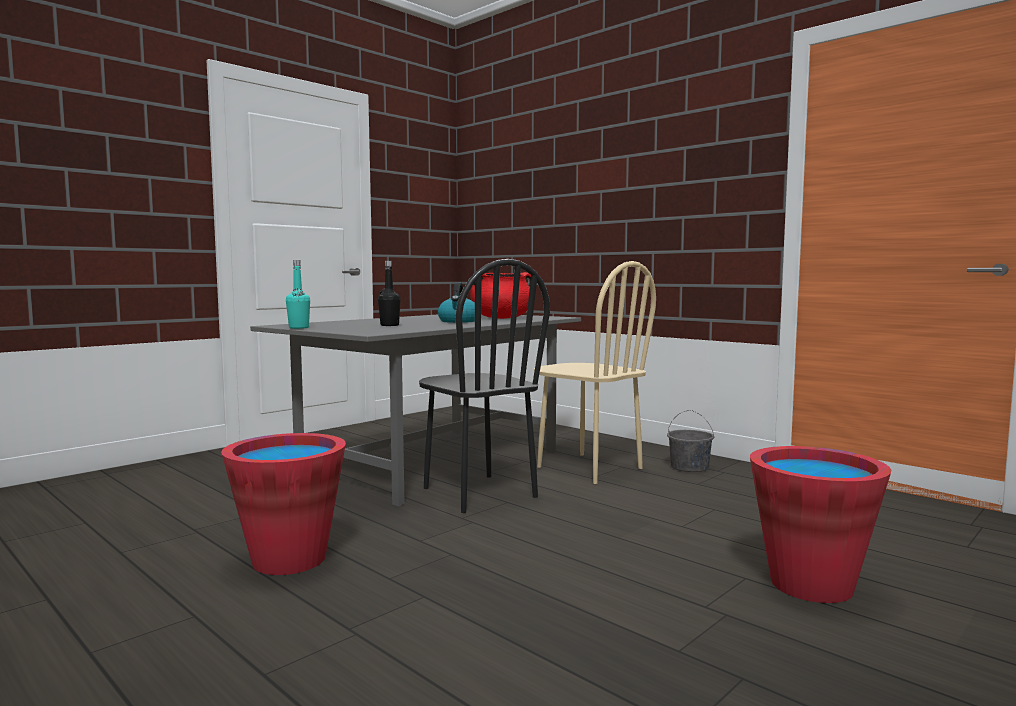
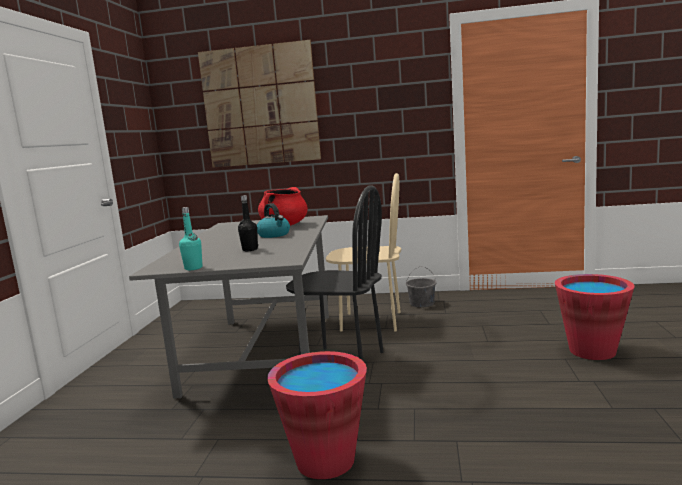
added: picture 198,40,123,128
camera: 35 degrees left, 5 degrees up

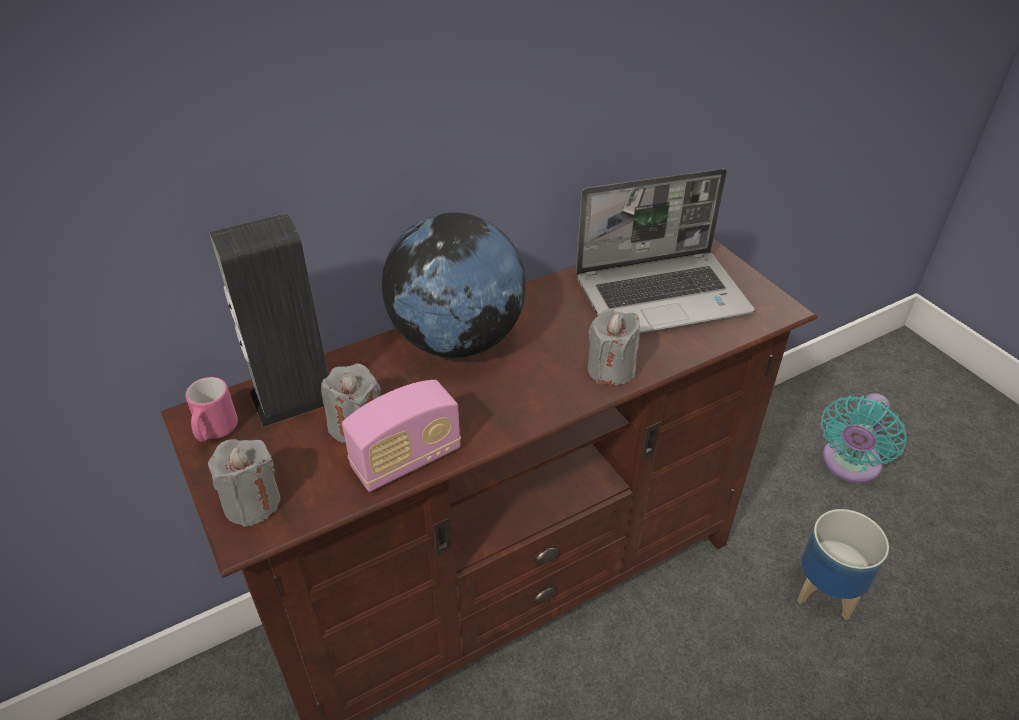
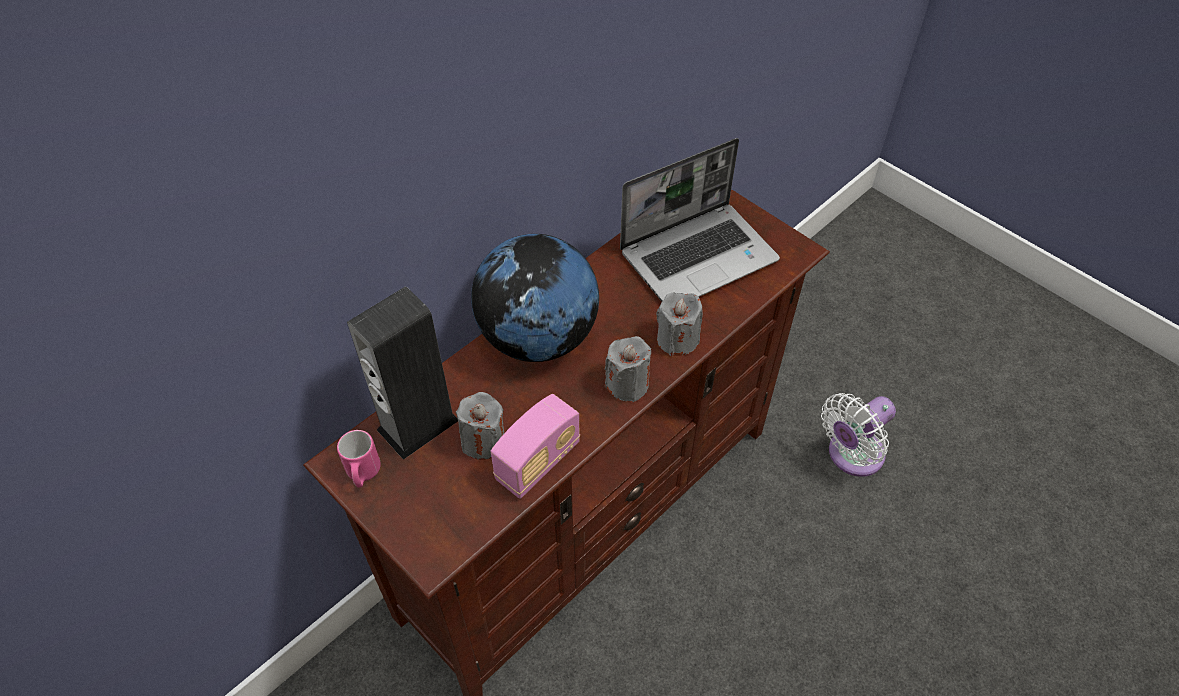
removed: turquoise fan 821,393,86,90
moved: grey candle 208,439,72,88 to 605,336,46,66
replaced: planter 797,509,92,111 to white fan 821,393,75,84
camera: 15 degrees left, 10 degrees up

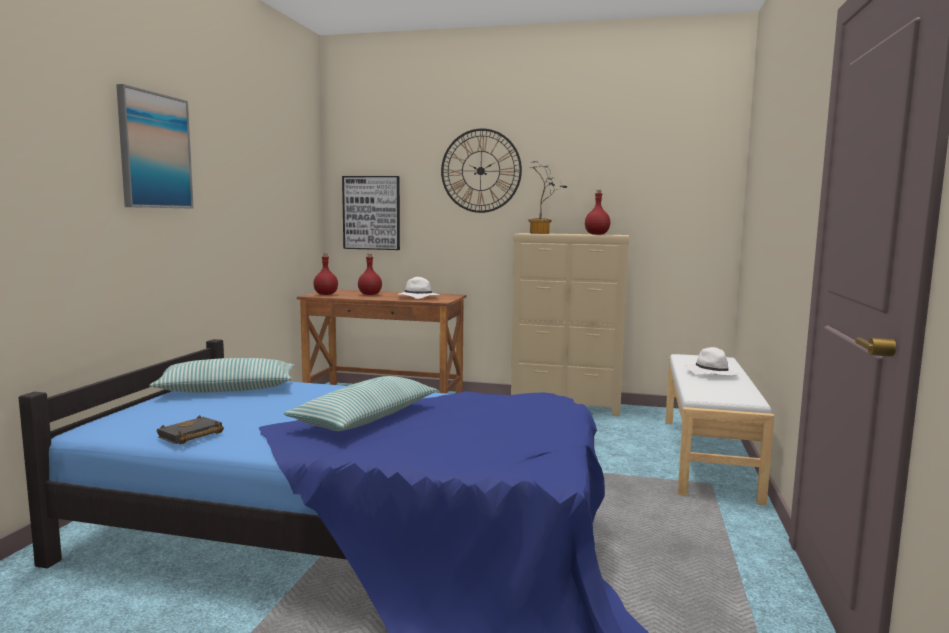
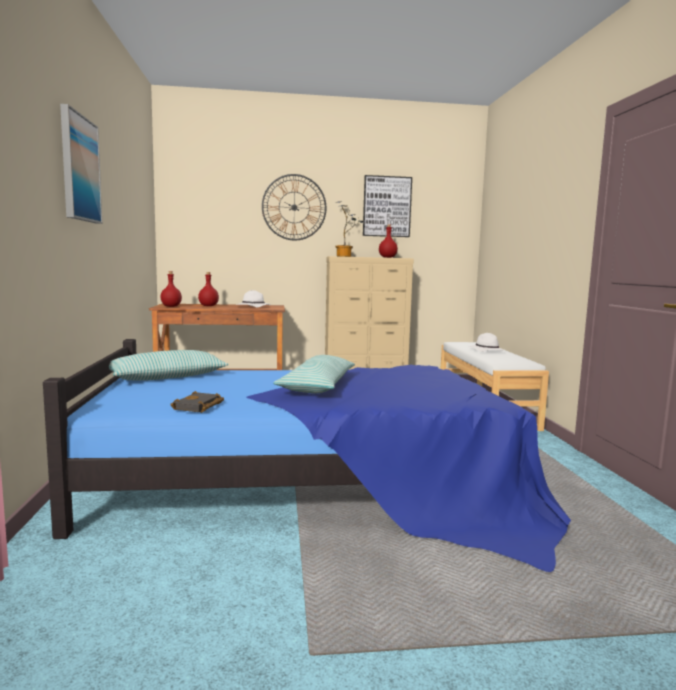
moved: picture 342,176,58,74 to 363,175,49,62
camera: 20 degrees left, 0 degrees up

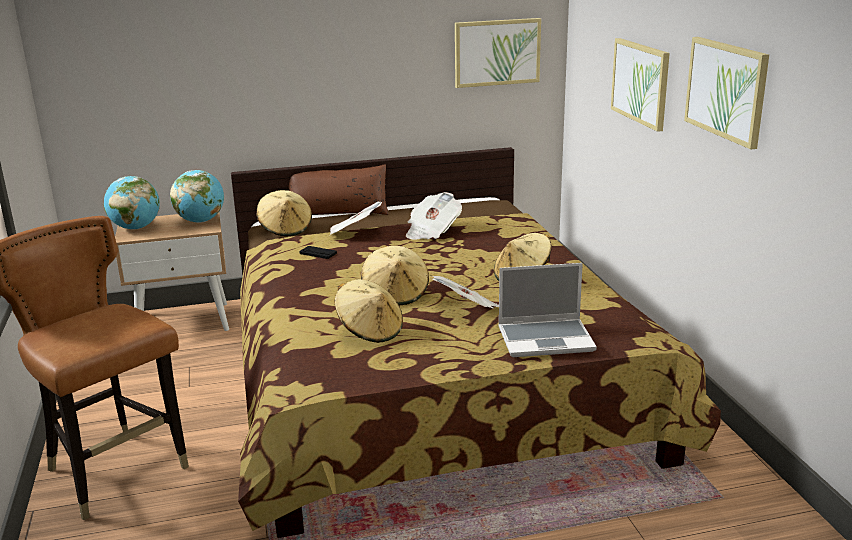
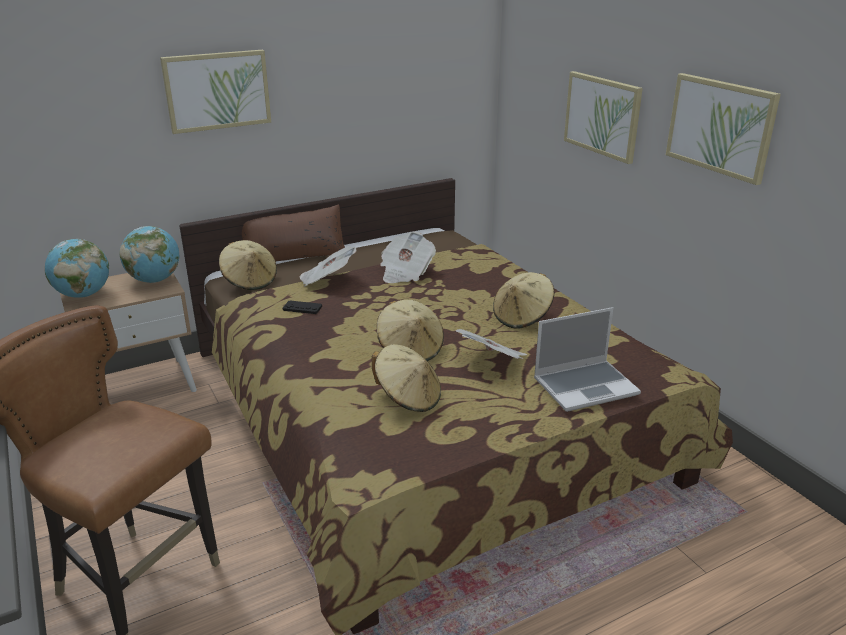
moved: picture 455,18,86,70 to 160,50,111,84
camera: 15 degrees left, 5 degrees up

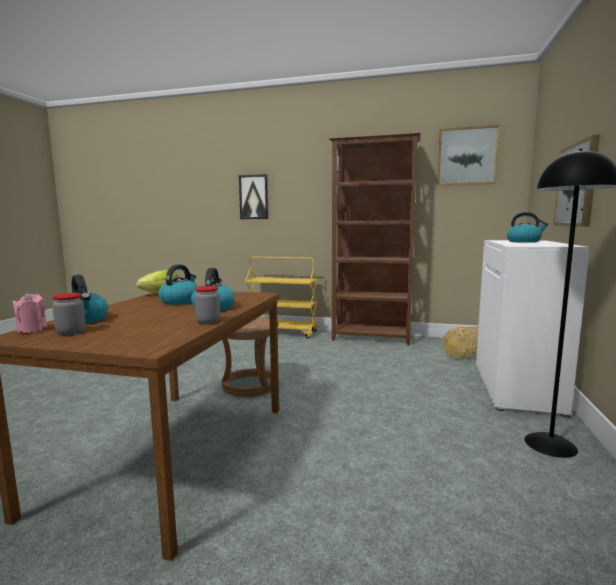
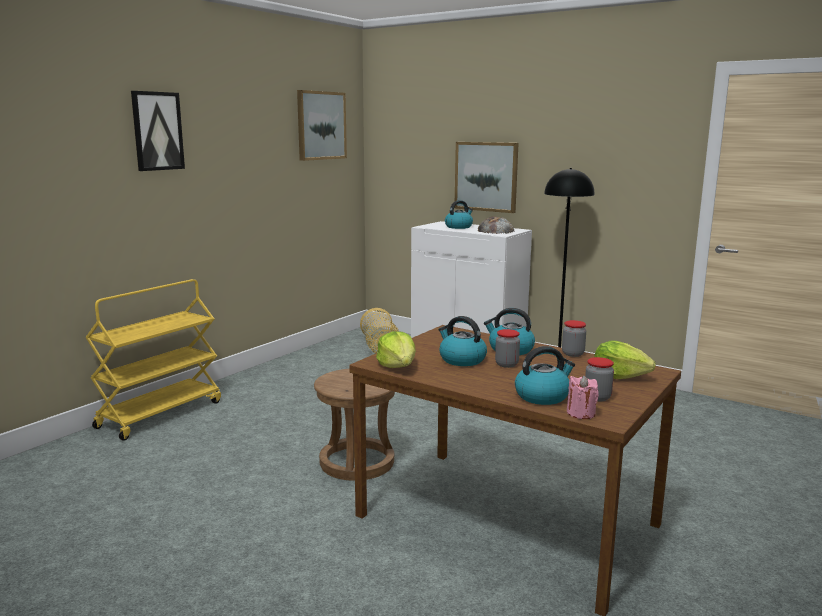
removed: brown bookcase 329,133,92,212
added: bread 477,217,37,17; jar 495,329,25,39; lettuce 594,340,62,39
moved: picture 239,174,30,45 to 131,91,54,80
camera: 70 degrees left, 5 degrees up

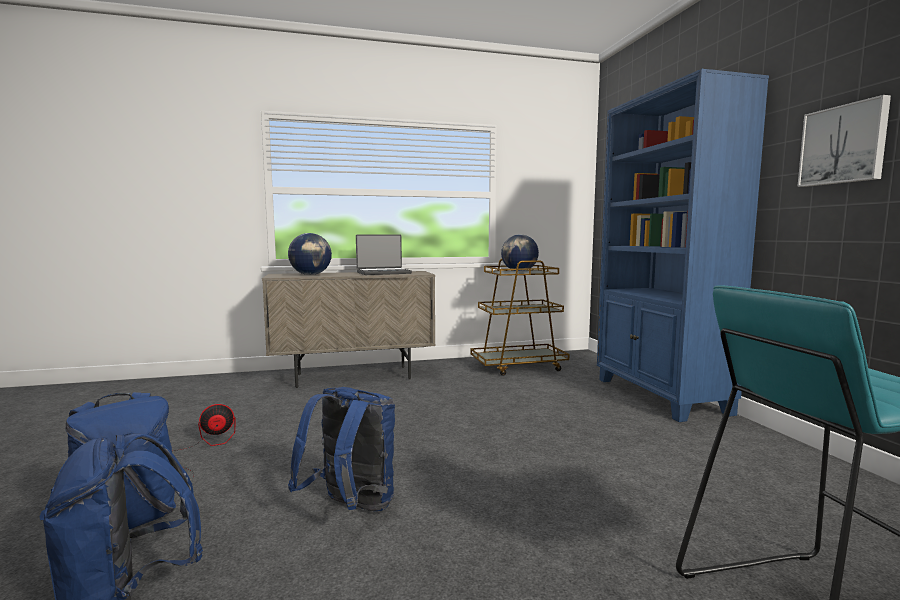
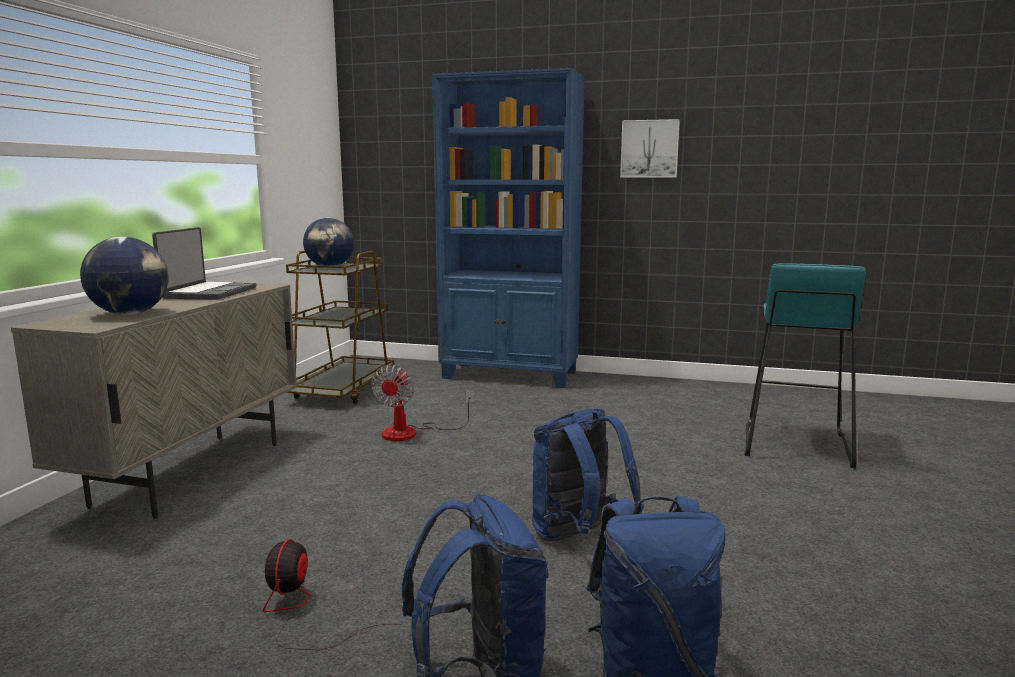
added: fan 371,364,103,77
camera: 60 degrees left, 5 degrees up

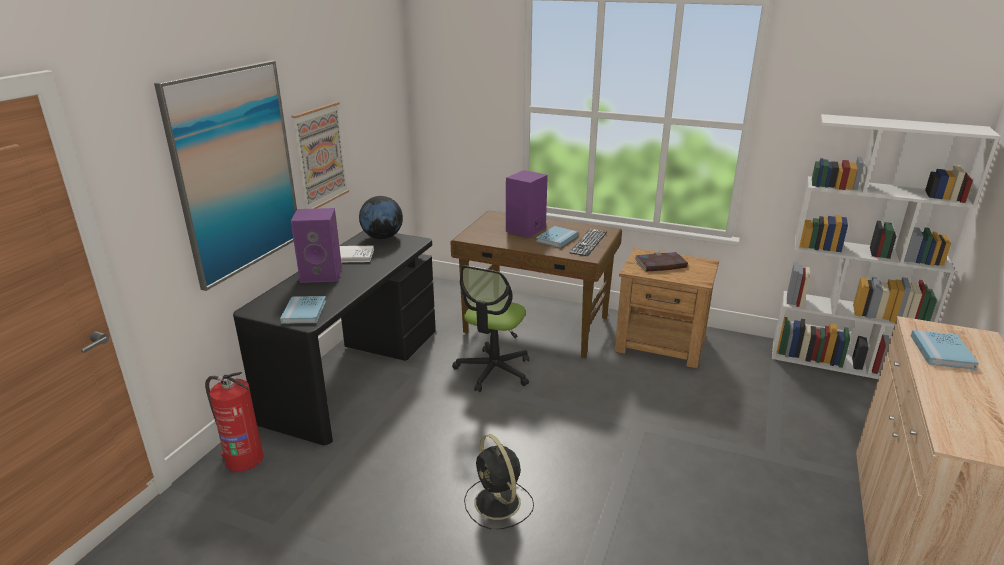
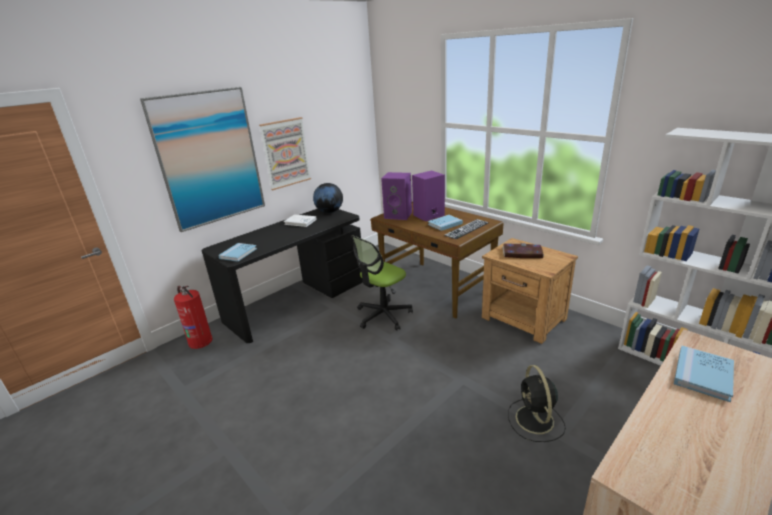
moved: purple speaker 291,208,51,75 to 381,172,31,48; black fan 464,434,70,95 to 508,365,58,77
camera: 25 degrees right, 0 degrees up

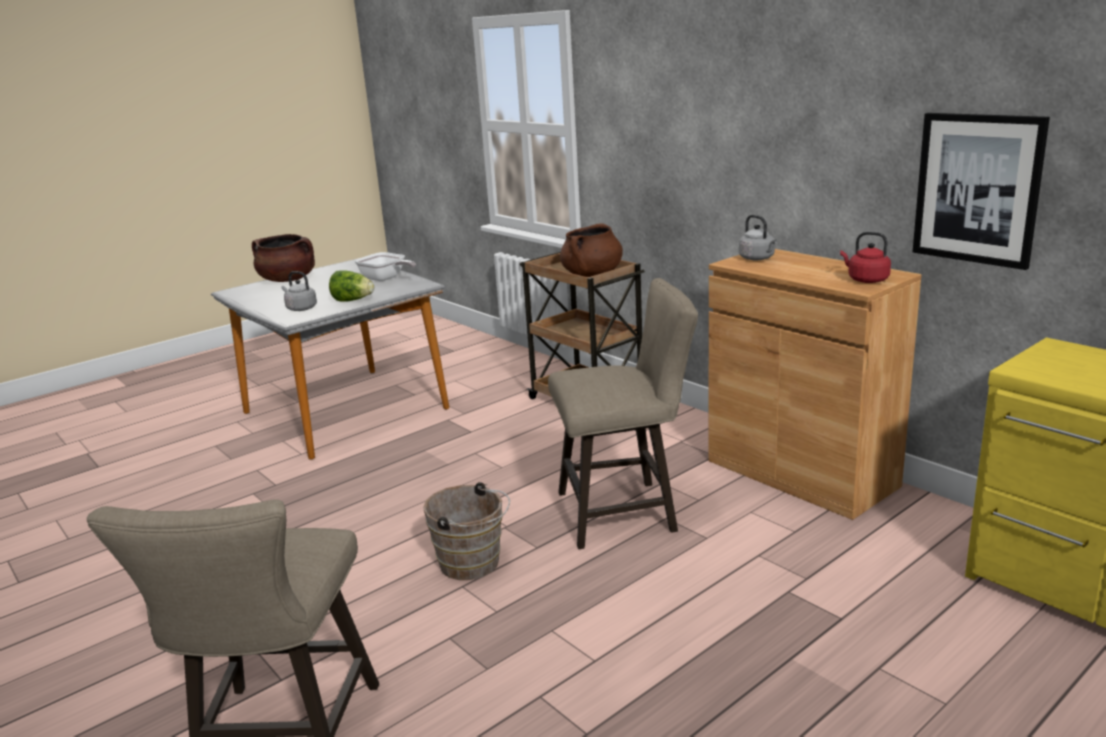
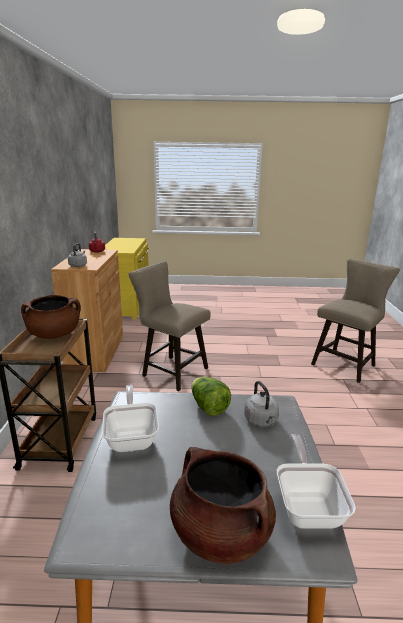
removed: brown bucket 423,482,87,98; picture 913,113,137,157
added: frying pan 277,434,79,95
camera: 140 degrees left, 0 degrees up

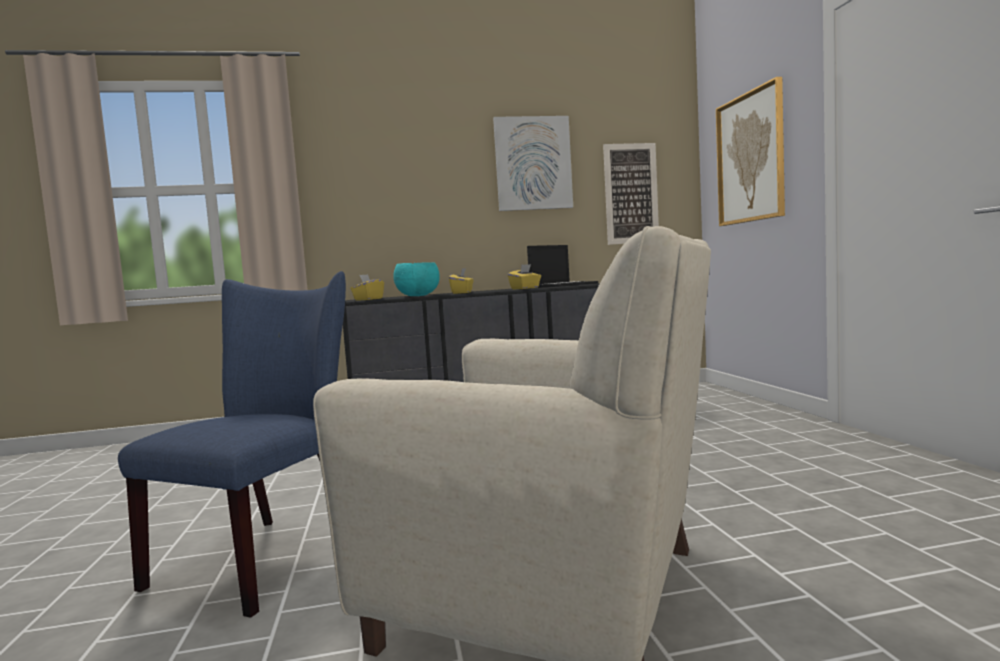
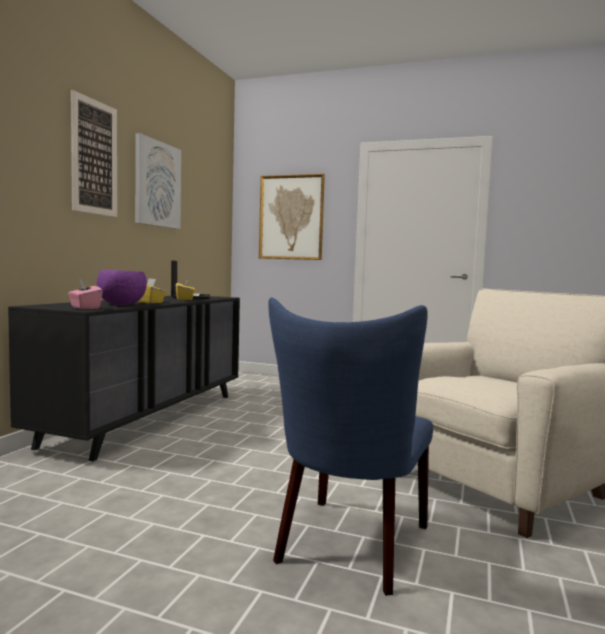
moved: picture 603,143,56,102 to 71,90,46,127
recoloured: yellow tissue box 350,274,34,27 to pink tissue box 68,279,34,30; turquoise bowl 393,262,47,34 to purple bowl 97,269,50,36
turned: blue chair 118,271,228,347 = 269,297,164,299 120 degrees counterclockwise
camera: 60 degrees left, 0 degrees up

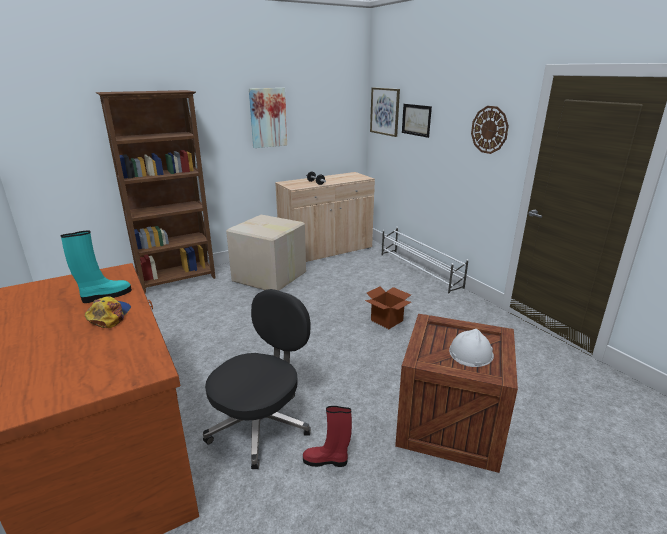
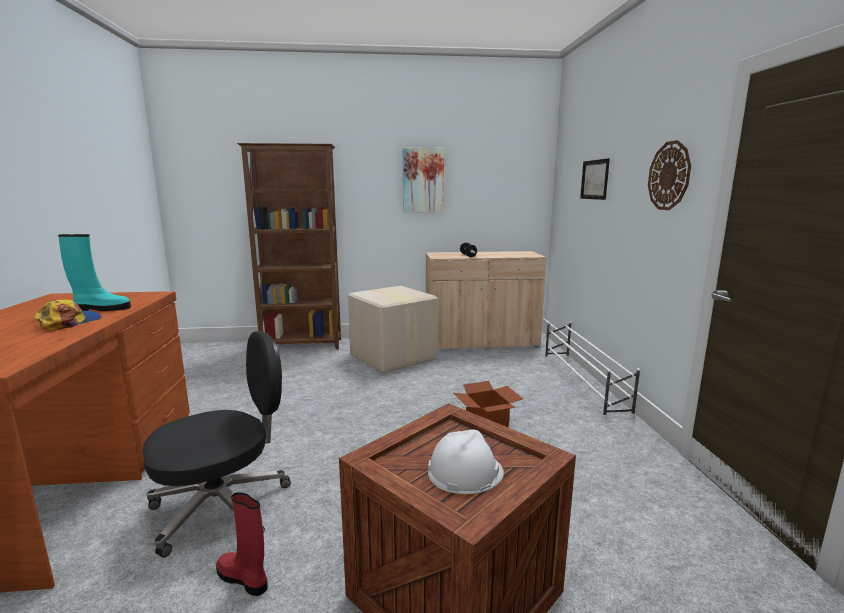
removed: picture 370,88,30,49
camera: 25 degrees right, 10 degrees down

